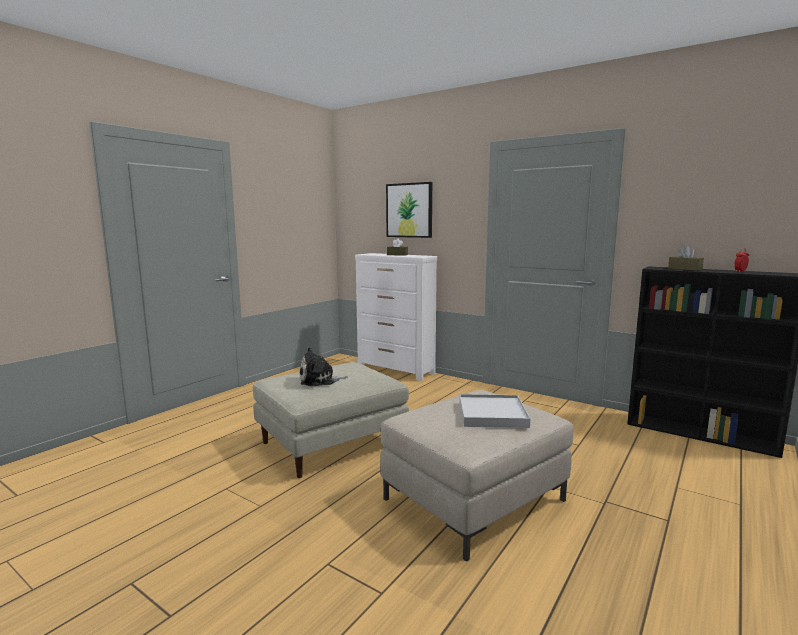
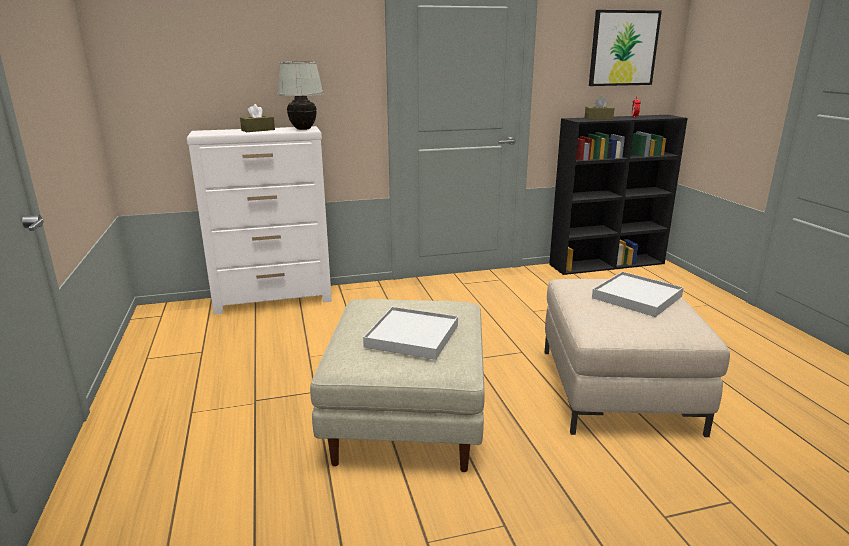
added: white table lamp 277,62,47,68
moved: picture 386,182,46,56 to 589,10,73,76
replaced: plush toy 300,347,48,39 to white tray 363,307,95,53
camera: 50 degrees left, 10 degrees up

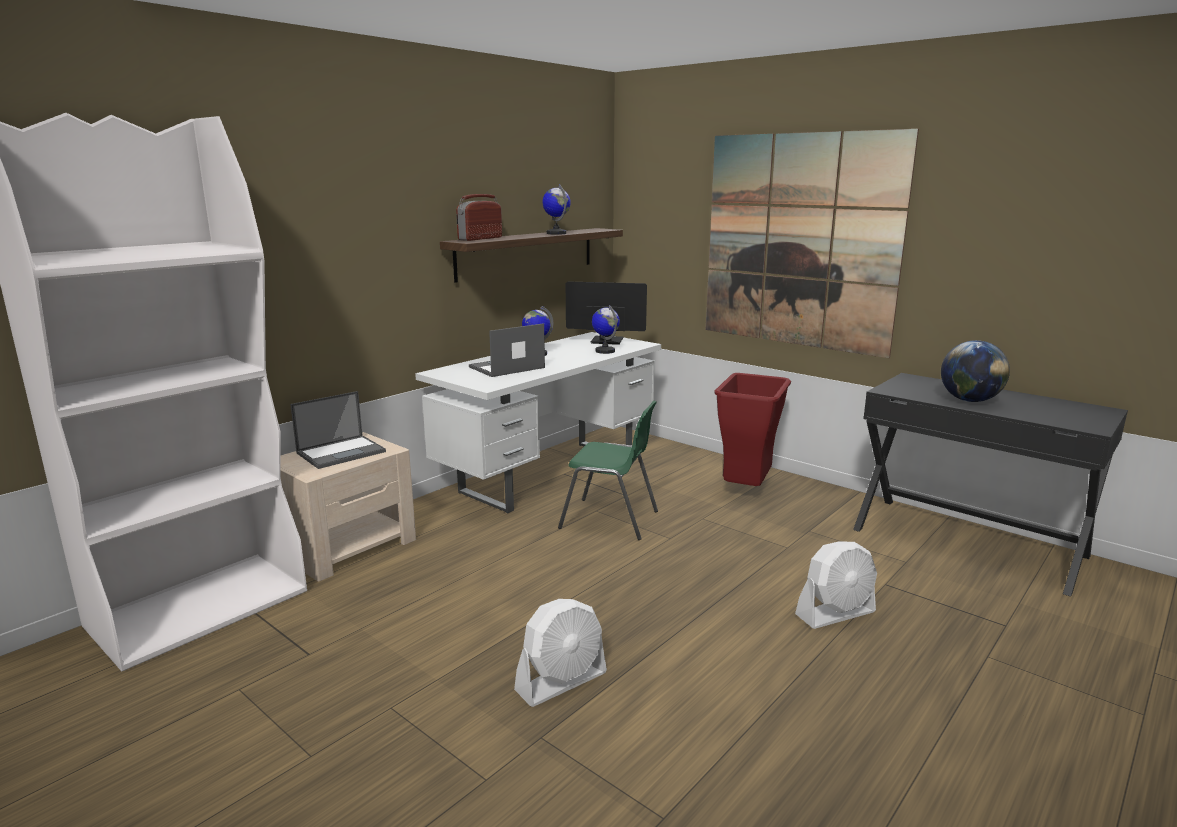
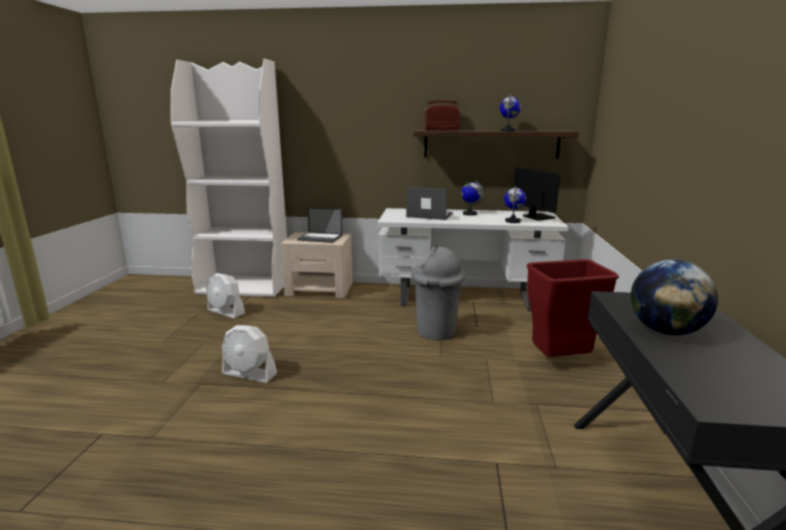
removed: picture 706,129,213,229
moved: white fan 795,542,82,87 to 206,273,39,45
replaced: green chair 558,400,100,140 to grey trash can 412,245,53,95
camera: 55 degrees right, 0 degrees up

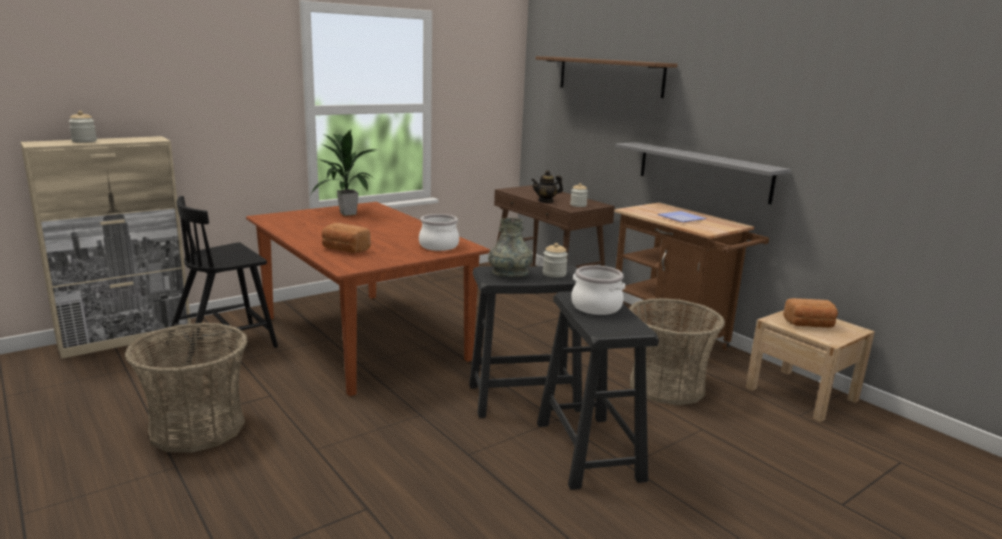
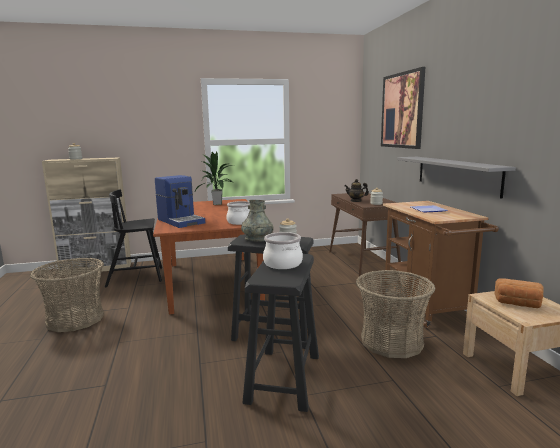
replaced: bread 322,223,49,30 to coffee machine 155,175,50,53; brown shelf 536,56,142,42 to picture 381,67,44,82
camera: 25 degrees right, 5 degrees down

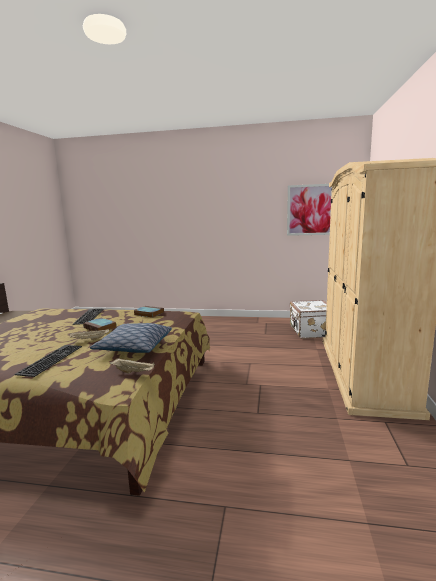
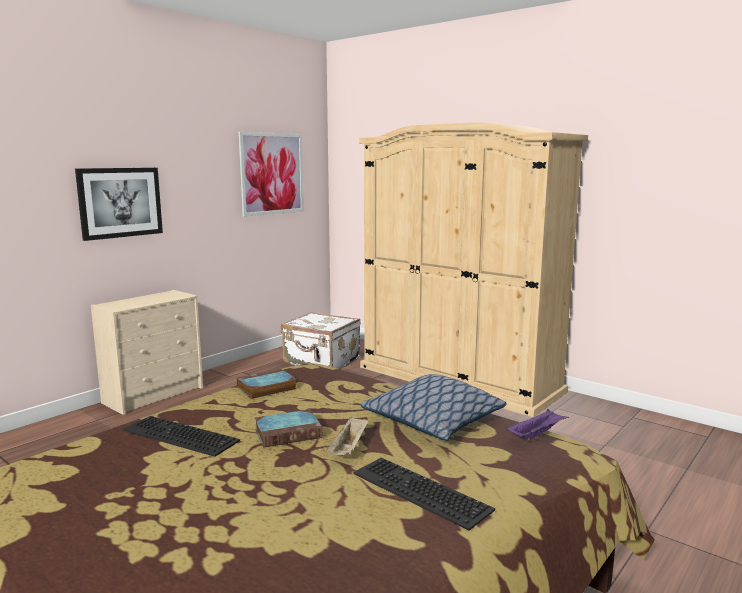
added: picture 75,168,88,73; beige dresser 91,290,112,125
recoloured: beige tray 110,358,45,16 to purple tray 507,409,62,31
camera: 60 degrees left, 0 degrees up

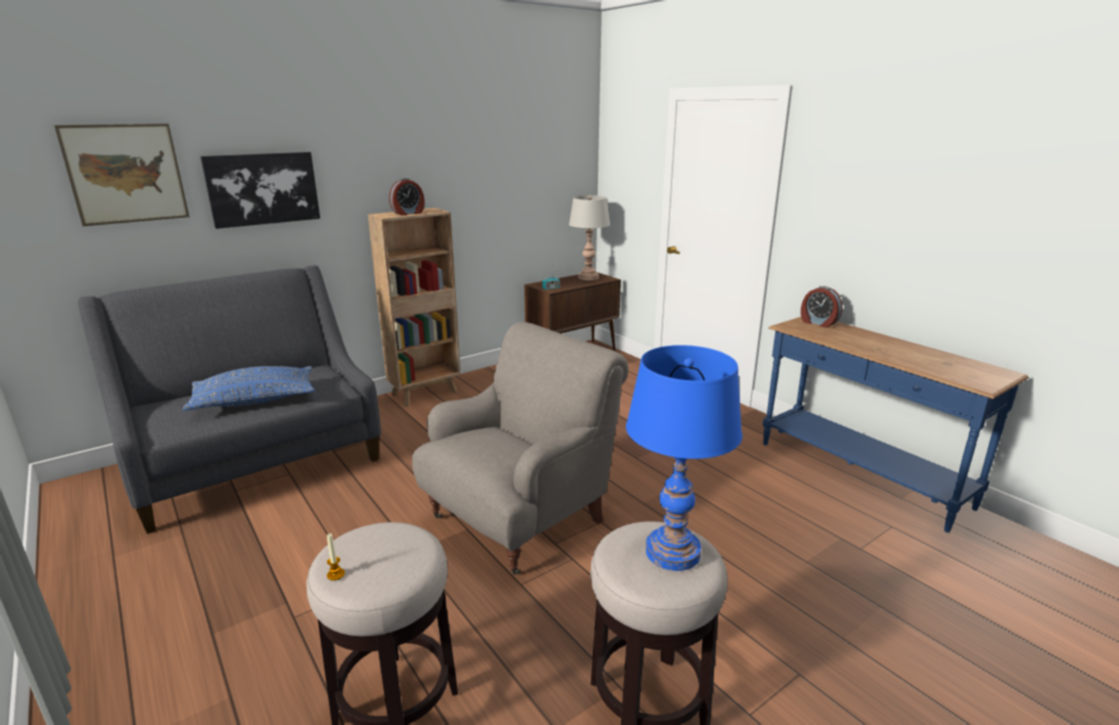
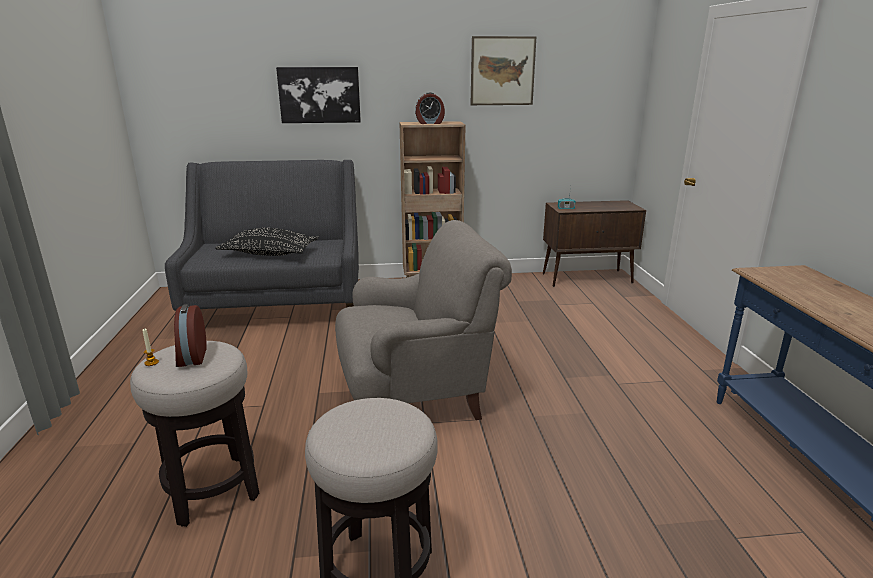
removed: grey table lamp 569,195,41,86; blue table lamp 626,345,116,226
moved: alarm clock 801,286,42,42 to 174,304,33,63; picture 54,124,135,102 to 470,36,66,69
recoloured: blue pillow 183,366,132,45 to black pillow 215,228,103,28
camera: 30 degrees right, 0 degrees up

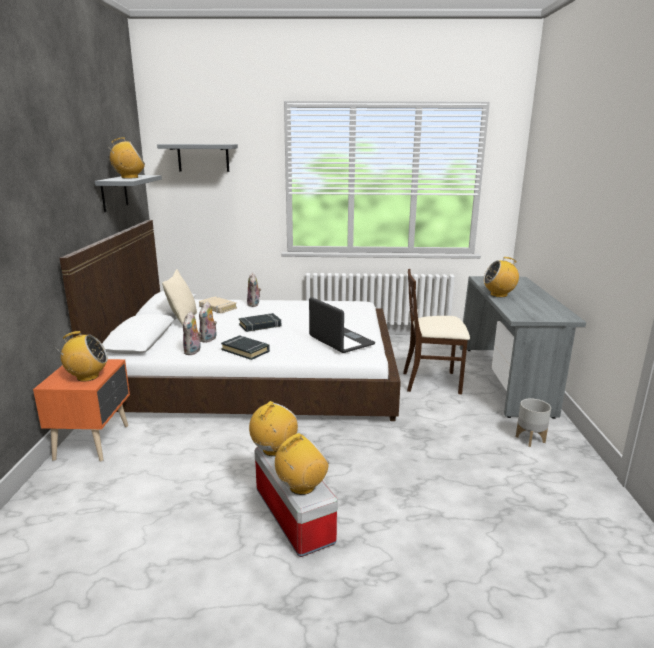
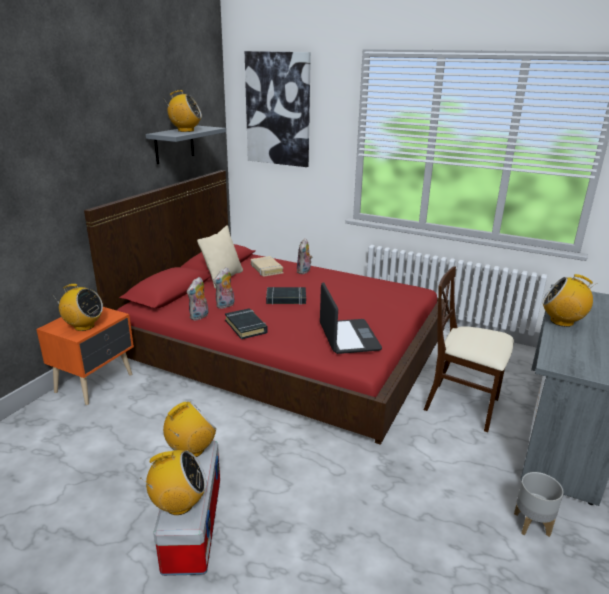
replaced: grey shelf 157,144,81,28 to picture 245,51,66,116
recoloured: white bed 60,220,341,201 to red bed 84,170,364,275
camera: 25 degrees right, 5 degrees up

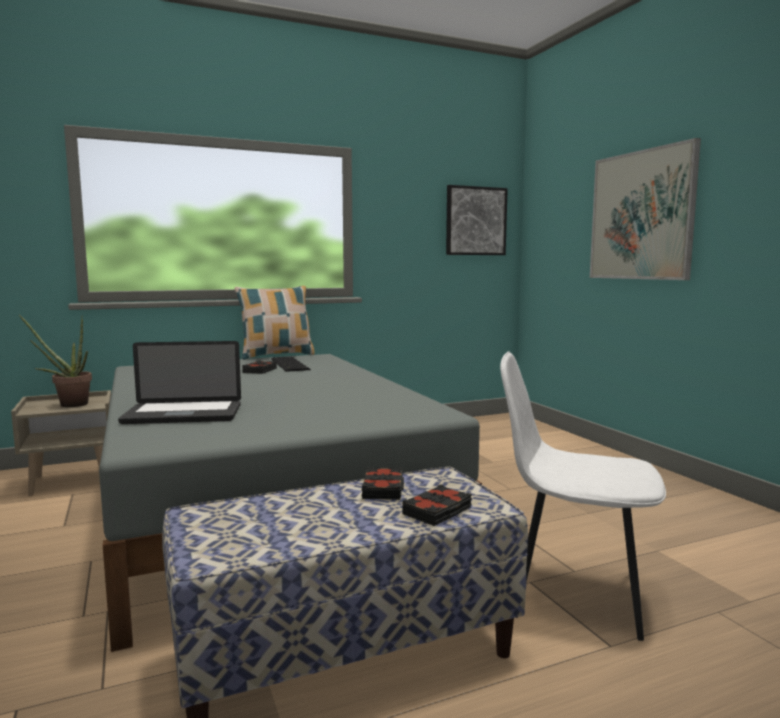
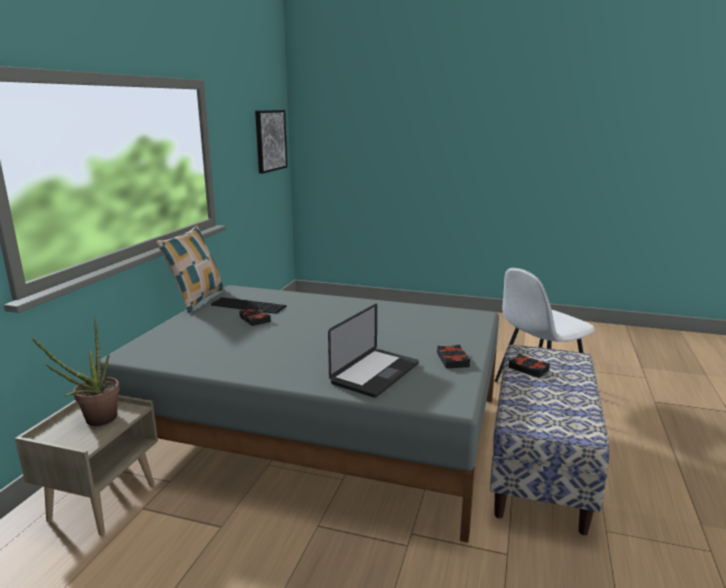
removed: picture 590,138,111,142
moved: black book 402,484,70,42 to 437,345,33,24
camera: 50 degrees left, 10 degrees up

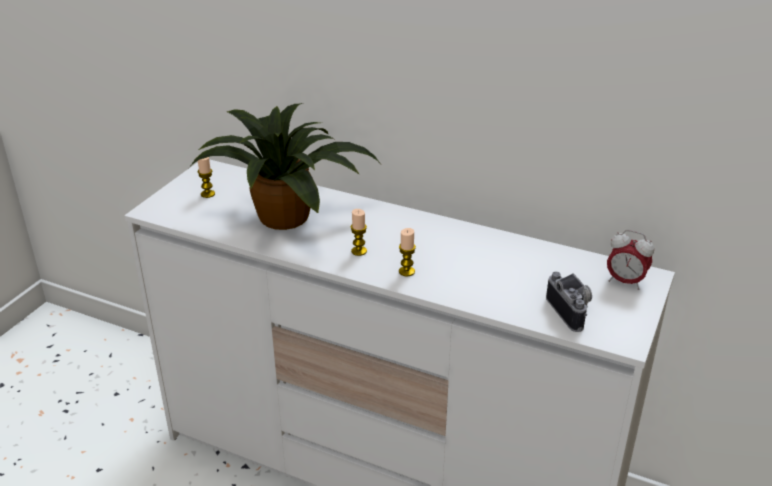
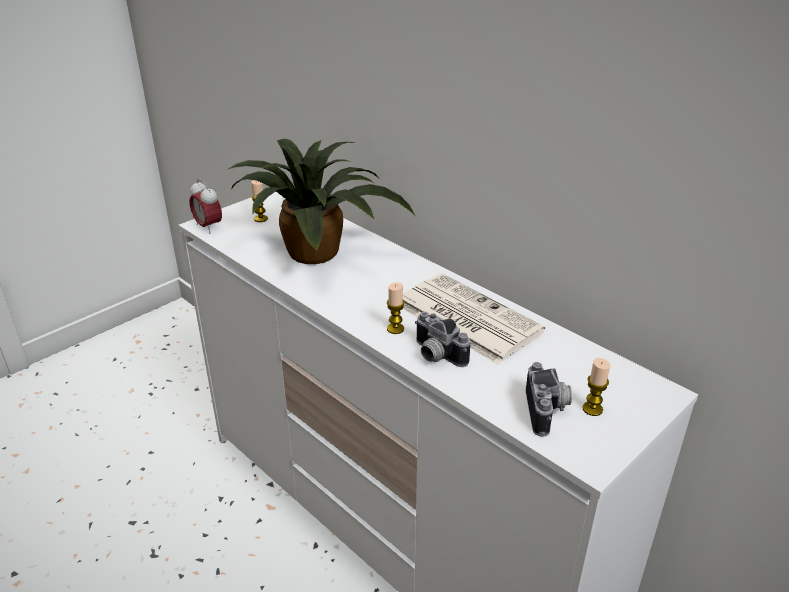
added: newspaper 403,273,142,92; photo camera 415,312,56,55
moved: alarm clock 607,230,47,60 to 190,179,32,54; candle 351,209,16,47 to 582,358,28,58
camera: 20 degrees right, 0 degrees up

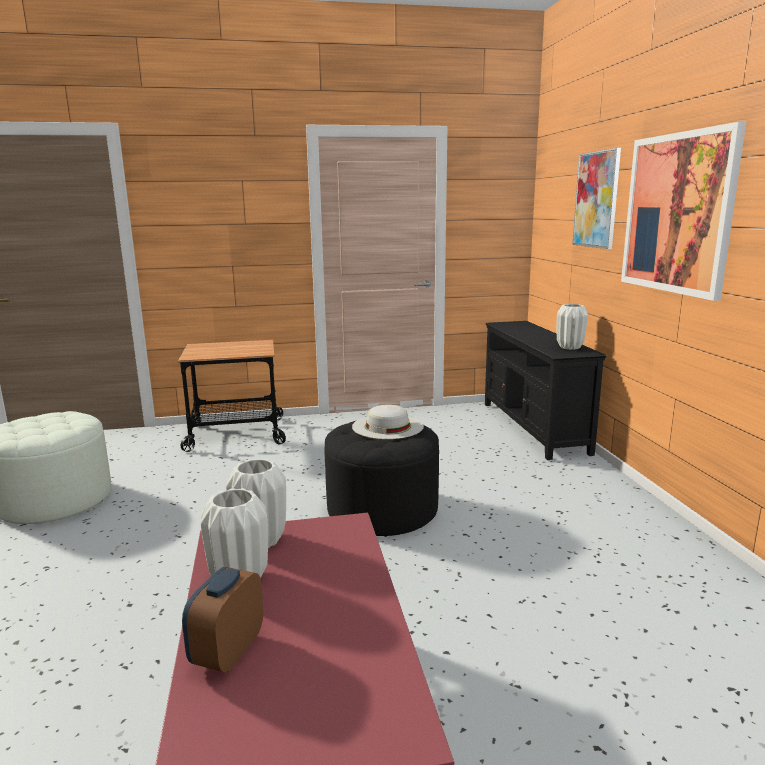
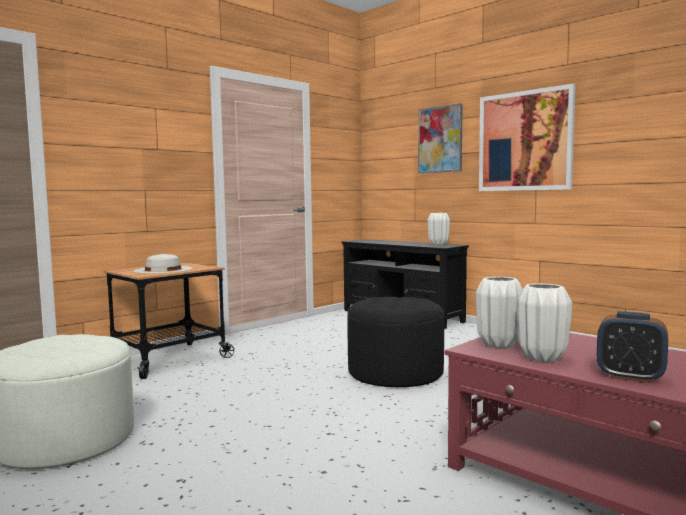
moved: white hat 352,405,72,34 to 133,254,60,20
turned: alarm clock 182,567,81,105 = 597,311,71,72 45 degrees counterclockwise
camera: 35 degrees left, 10 degrees down

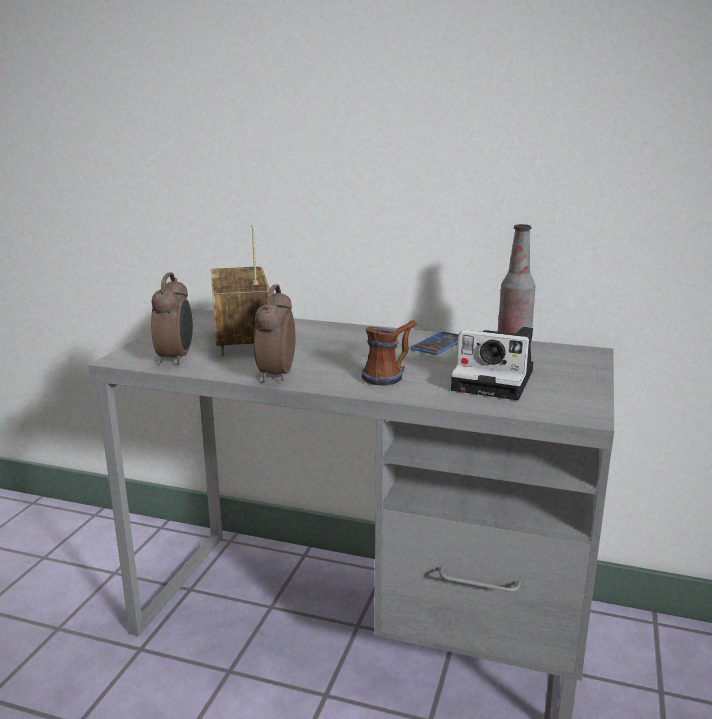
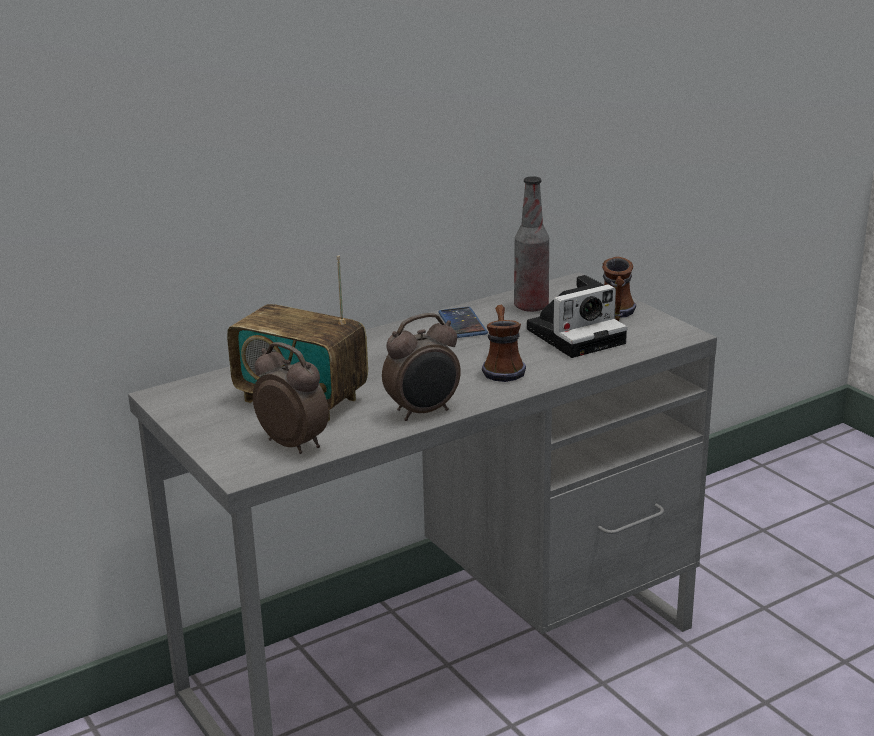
added: mug 602,257,34,64
turned: alarm clock 254,284,42,99 = 382,313,79,108 75 degrees counterclockwise
camera: 50 degrees left, 5 degrees up

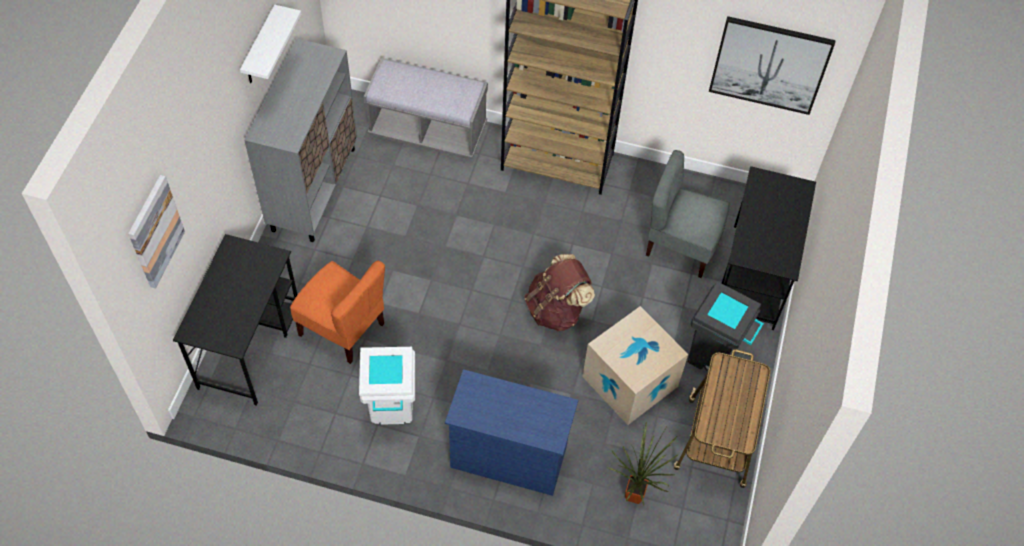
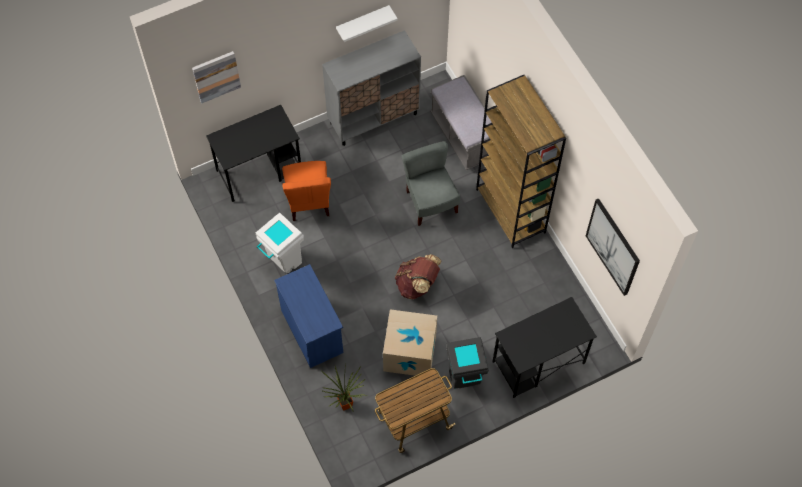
moved: grey chair 646,150,84,128 to 402,141,58,85
camera: 50 degrees right, 5 degrees up

